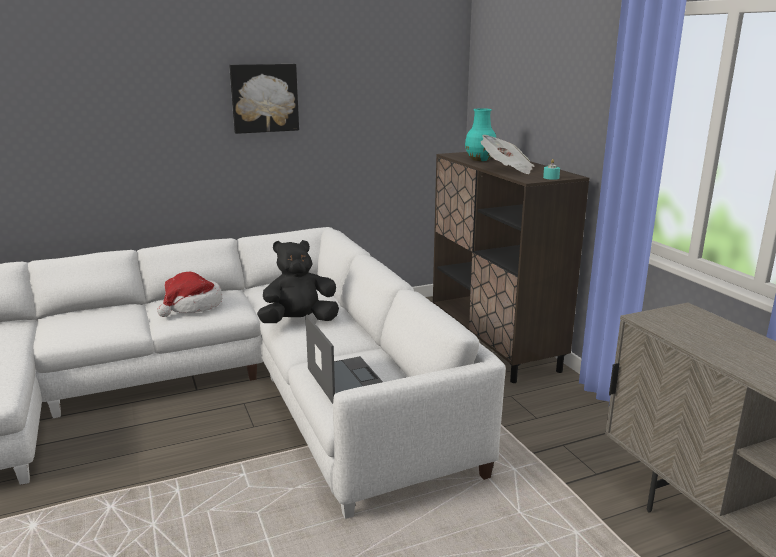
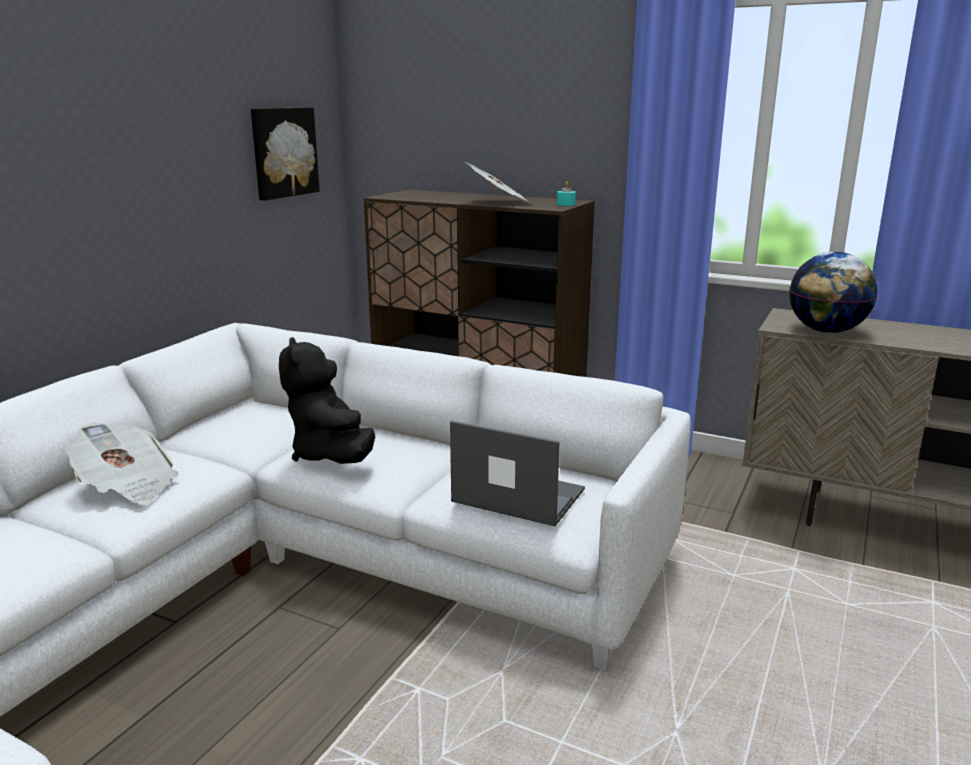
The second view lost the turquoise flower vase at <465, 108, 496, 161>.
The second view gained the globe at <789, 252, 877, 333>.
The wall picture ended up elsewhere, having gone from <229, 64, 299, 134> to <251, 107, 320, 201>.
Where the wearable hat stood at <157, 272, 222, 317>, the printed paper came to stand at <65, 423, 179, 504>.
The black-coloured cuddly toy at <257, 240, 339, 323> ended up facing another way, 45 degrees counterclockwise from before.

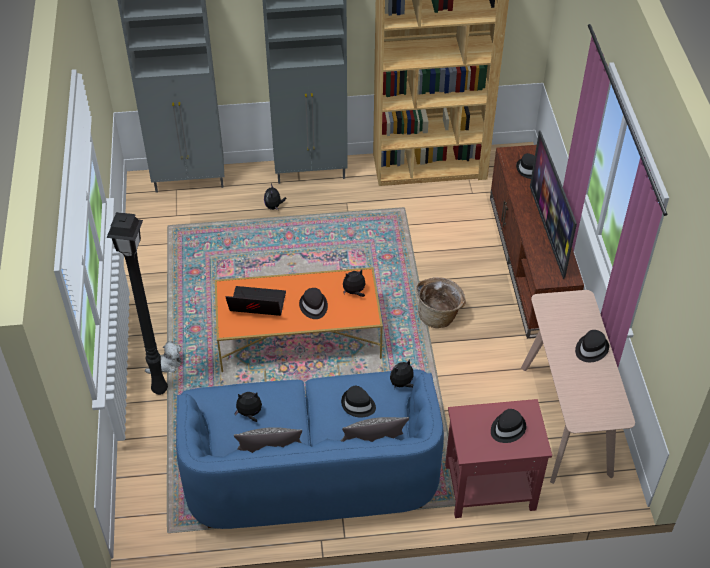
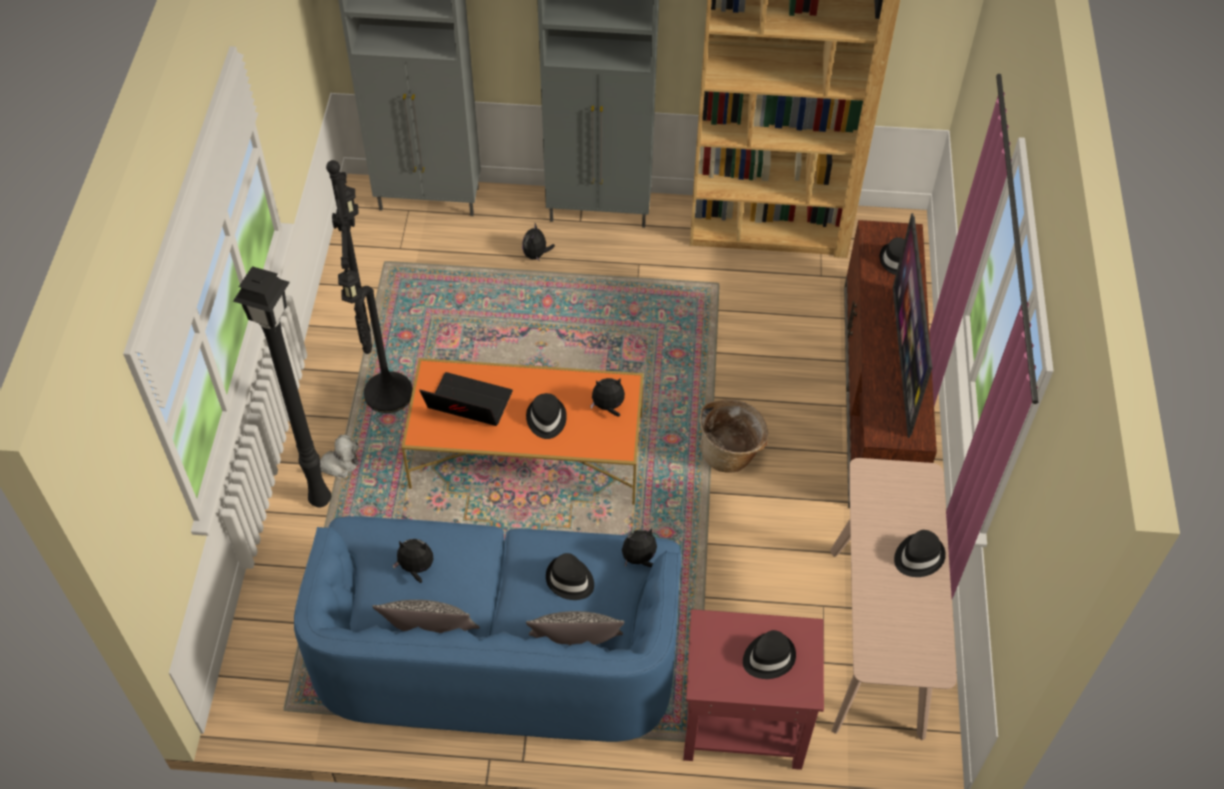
The second view gained the black-coloured standing lamp at <326, 160, 413, 413>.

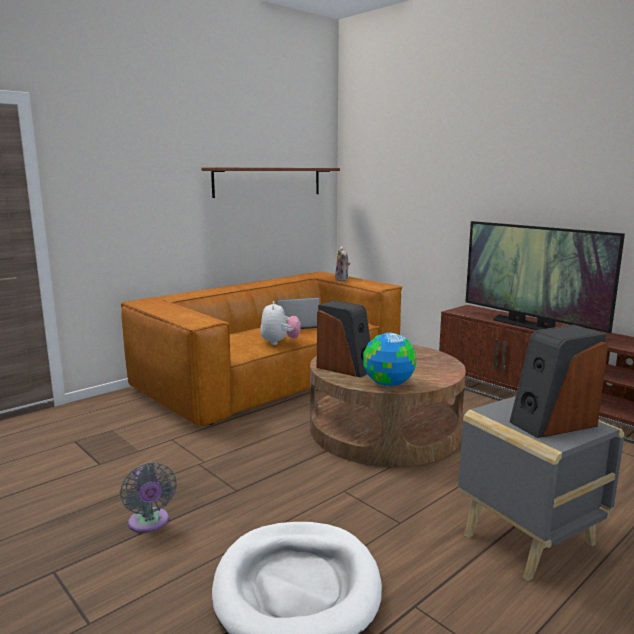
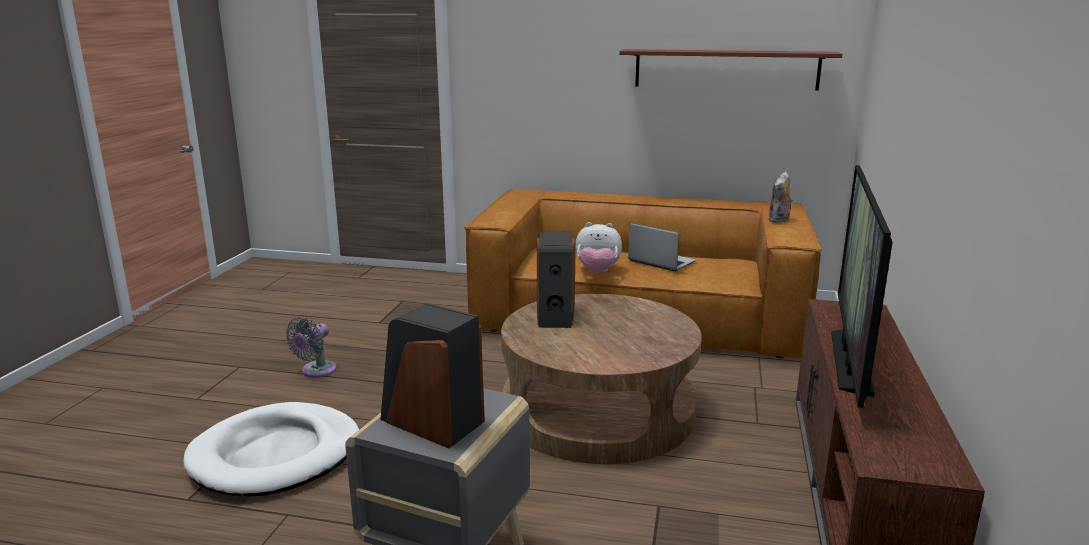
The second view lost the globe at <363, 333, 417, 386>.
The cuddly toy at <260, 301, 301, 345> ended up facing another way, 45 degrees clockwise from before.

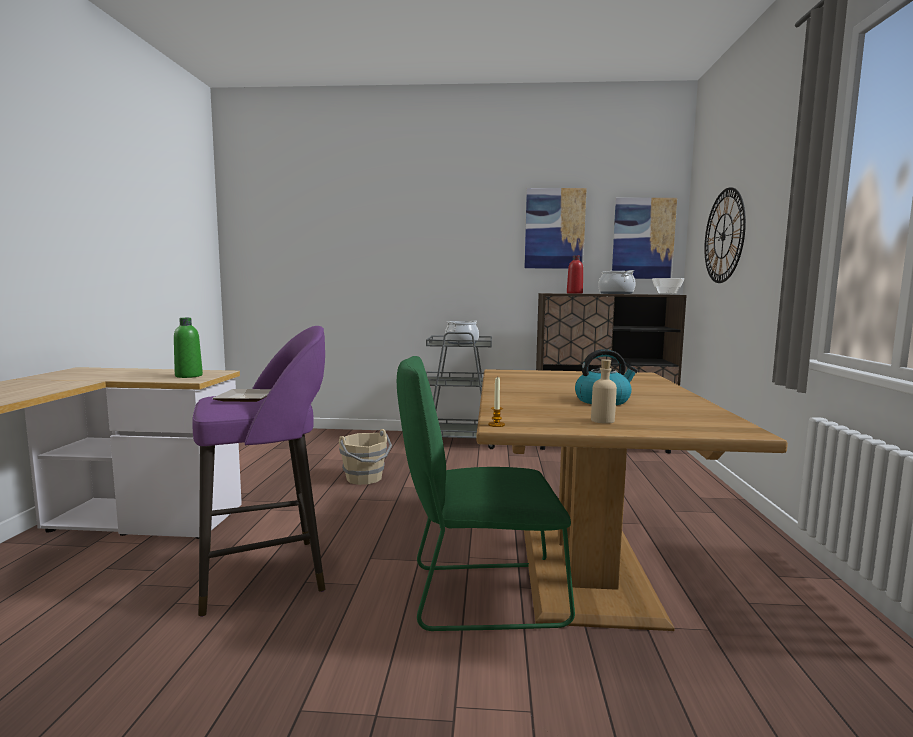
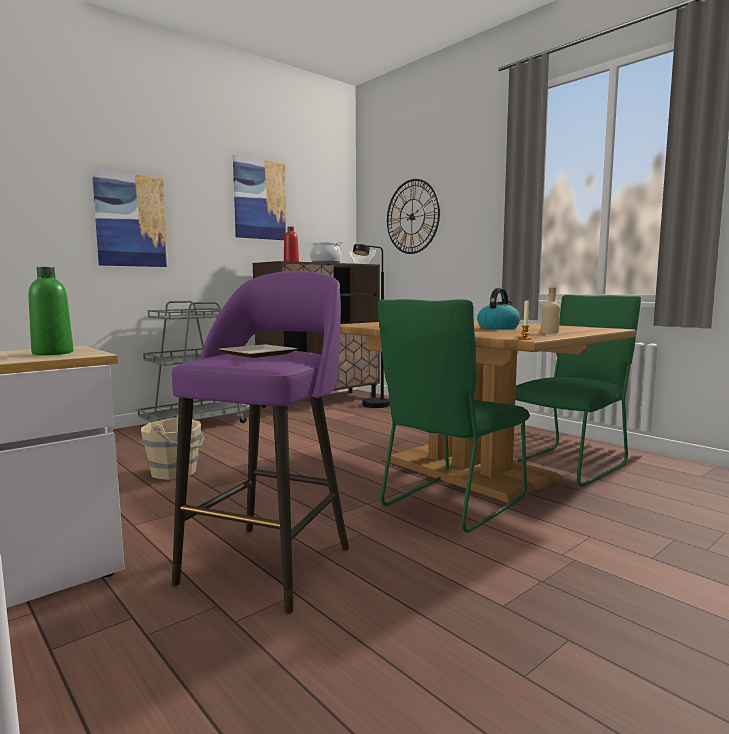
The second view lost the cooking pot at <445, 320, 479, 345>.
The second view gained the black-coloured standing lamp at <353, 244, 390, 408>.
The second view gained the greenish plain chair at <514, 294, 641, 487>.
The wall picture ended up elsewhere, having gone from <612, 198, 677, 279> to <92, 169, 168, 267>.

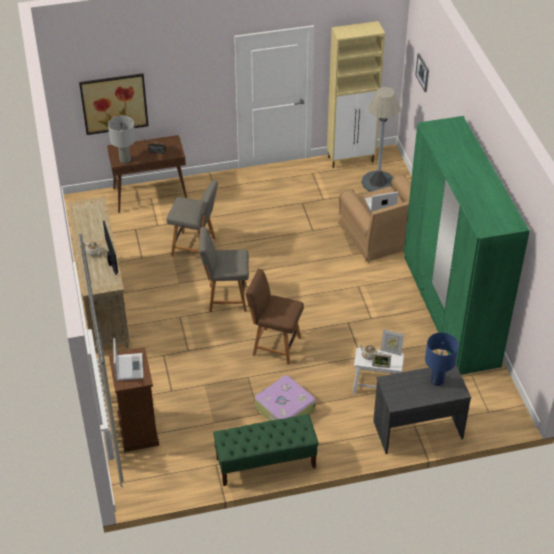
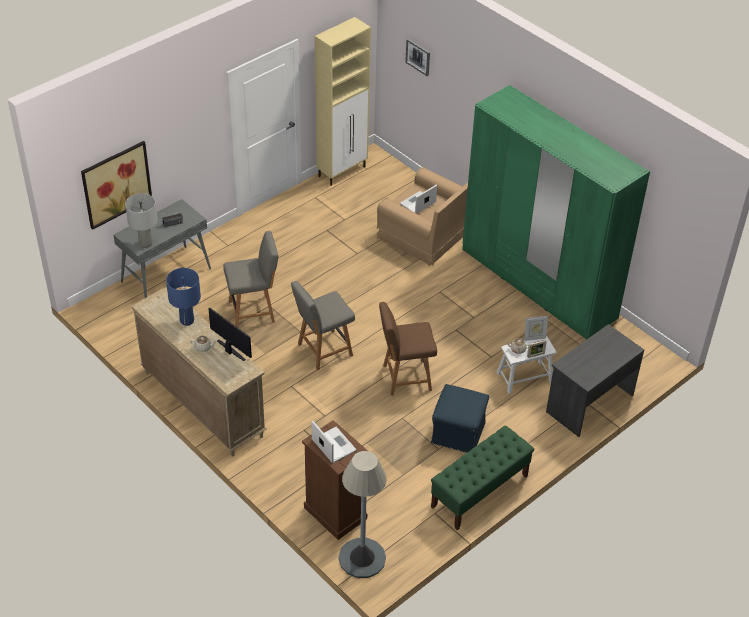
The grey standing lamp ended up elsewhere, having gone from <361, 87, 400, 192> to <339, 451, 387, 578>.
The bluish tabletop lamp ended up elsewhere, having gone from <425, 332, 459, 386> to <166, 268, 201, 326>.
Where the suitcase stood at <255, 375, 316, 421>, the bluish pouffe came to stand at <431, 384, 489, 453>.
What was the brown-coloured narrow table at <107, 135, 187, 213> turned into the grey narrow table at <114, 199, 211, 298>.

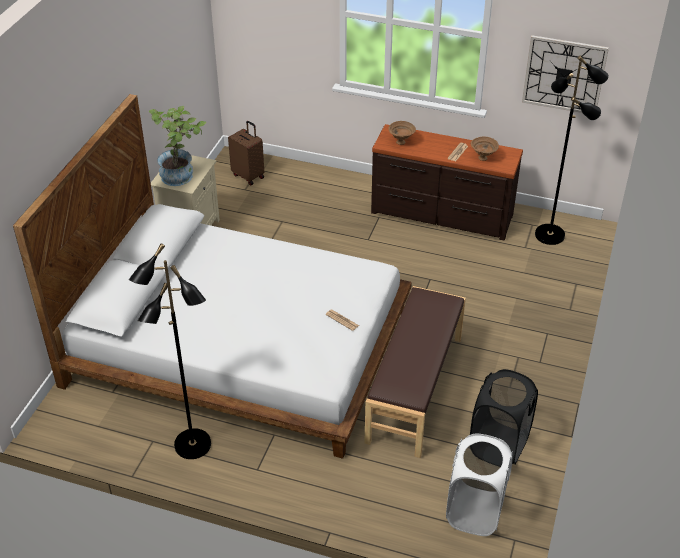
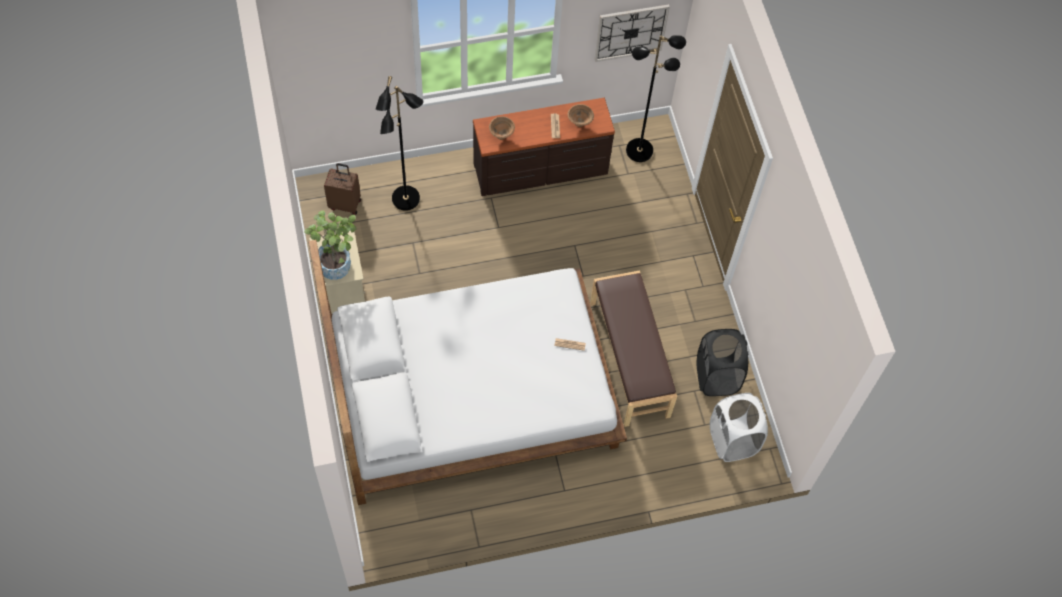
The black-coloured standing lamp ended up elsewhere, having gone from <129, 244, 211, 459> to <376, 76, 424, 211>.

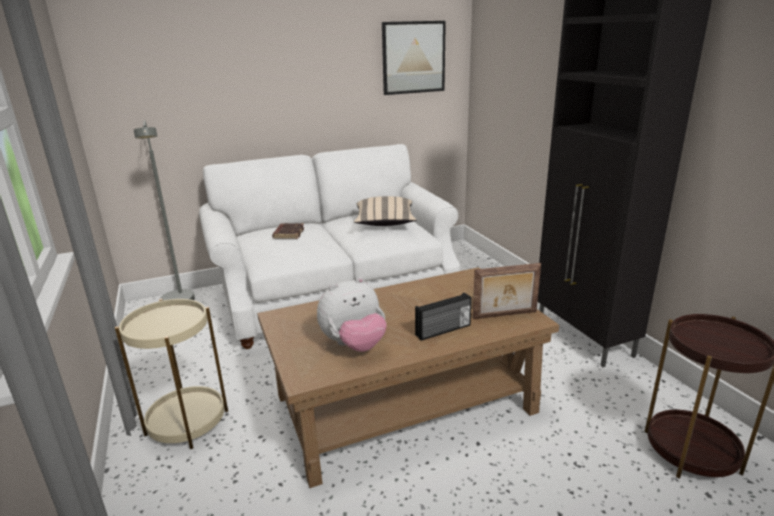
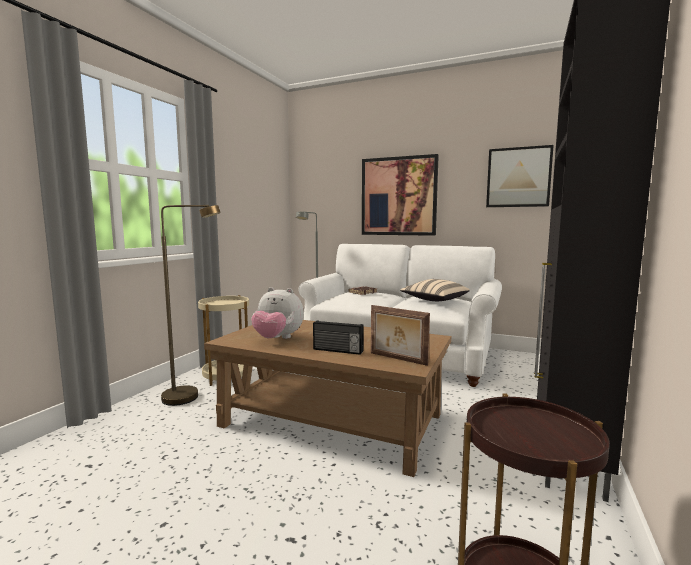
The second view gained the brown-coloured standing lamp at <161, 205, 221, 406>.
The second view gained the wall picture at <362, 154, 439, 236>.

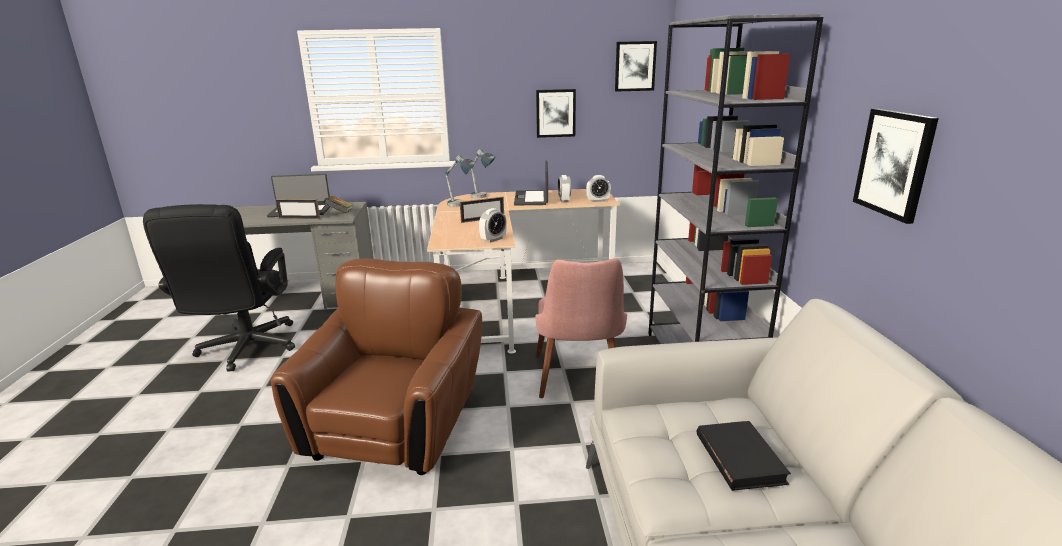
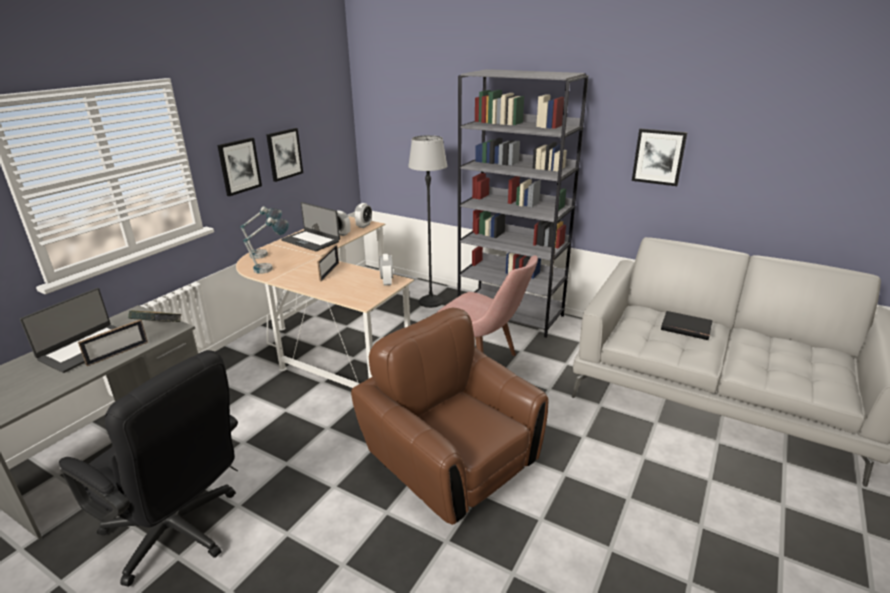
The second view gained the standing lamp at <408, 135, 447, 308>.
The wall picture ended up elsewhere, having gone from <615, 41, 657, 92> to <217, 138, 262, 196>.

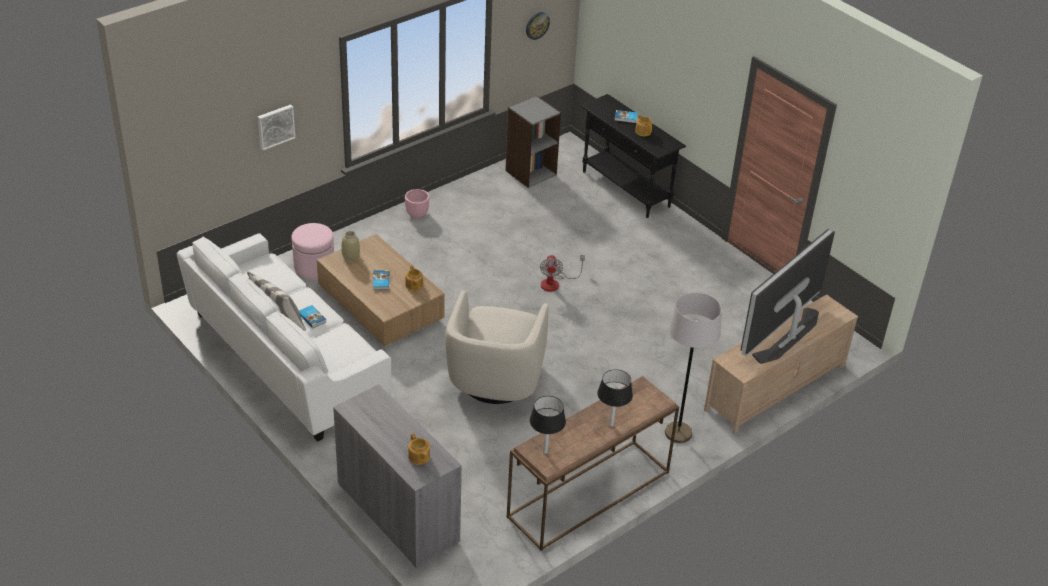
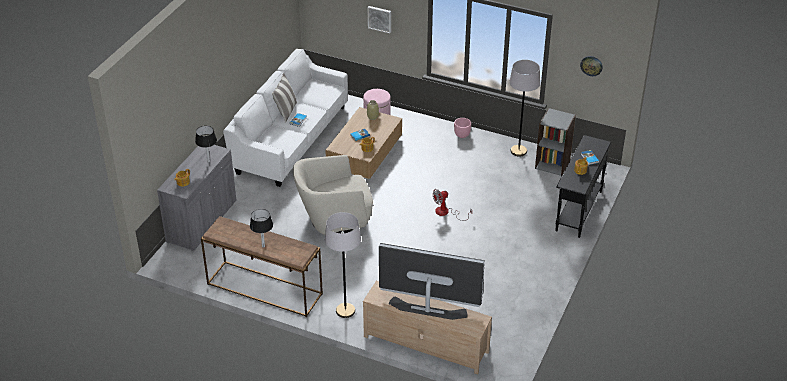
The second view gained the grey standing lamp at <509, 60, 540, 156>.
The black-coloured tabletop lamp ended up elsewhere, having gone from <530, 396, 566, 454> to <195, 126, 217, 163>.

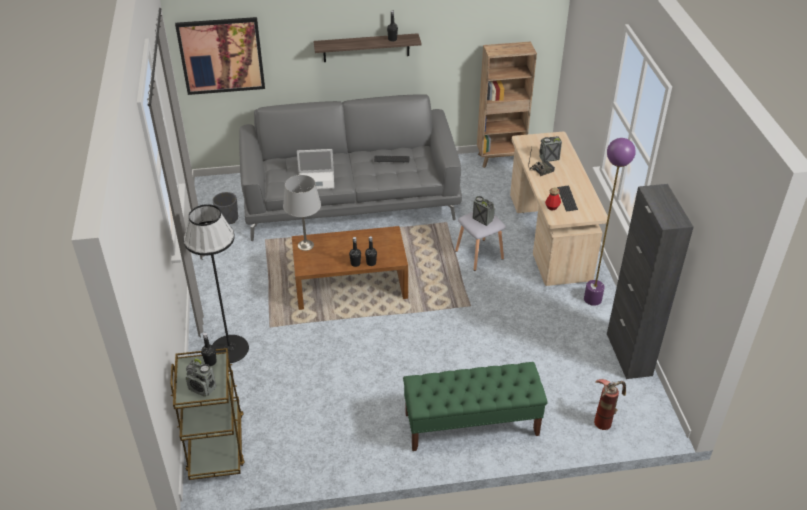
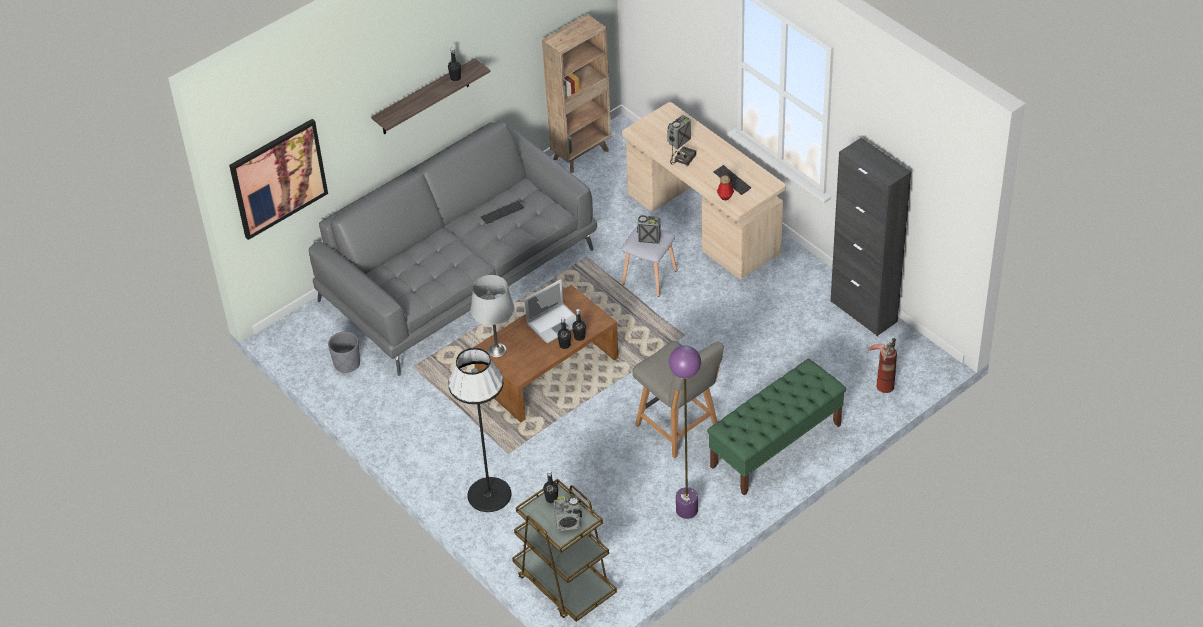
The second view gained the grey plain chair at <633, 341, 724, 458>.
The portable computer ended up elsewhere, having gone from <297, 149, 334, 190> to <524, 279, 576, 344>.
The purplish standing lamp ended up elsewhere, having gone from <584, 138, 636, 306> to <669, 345, 701, 519>.

